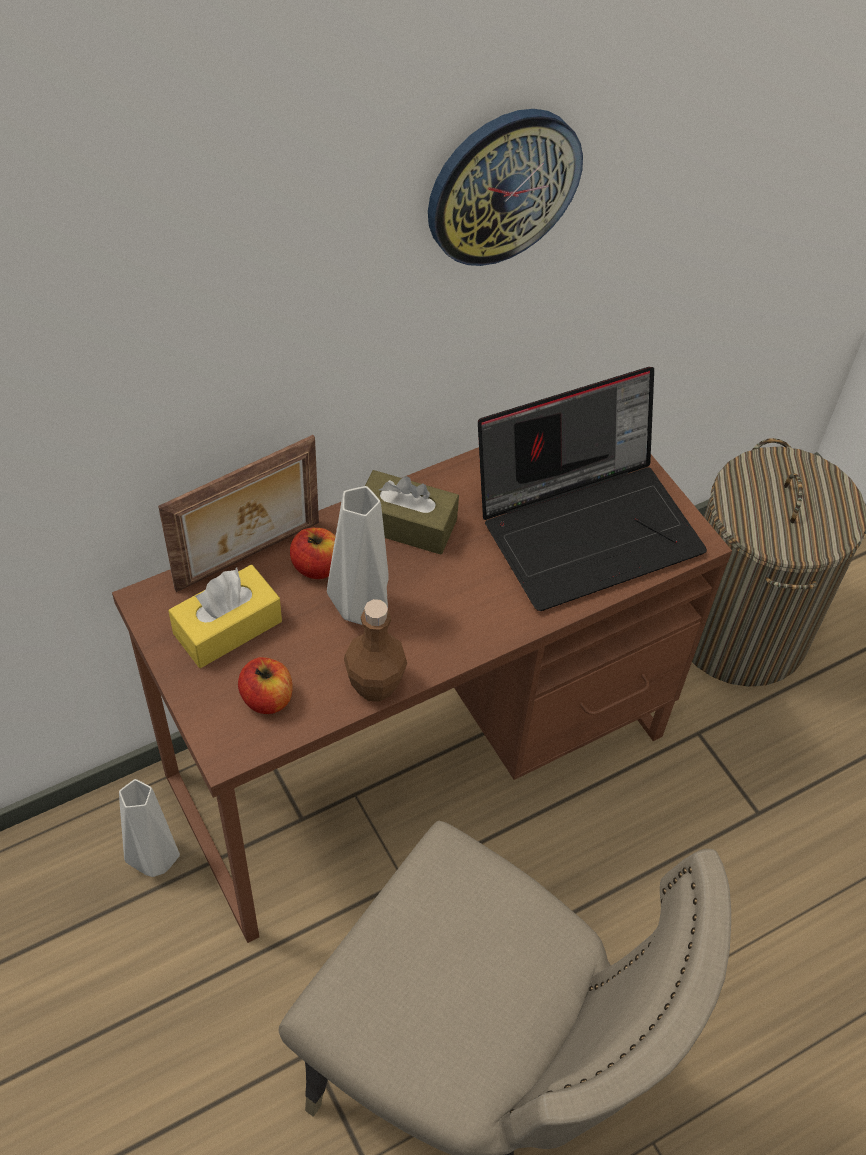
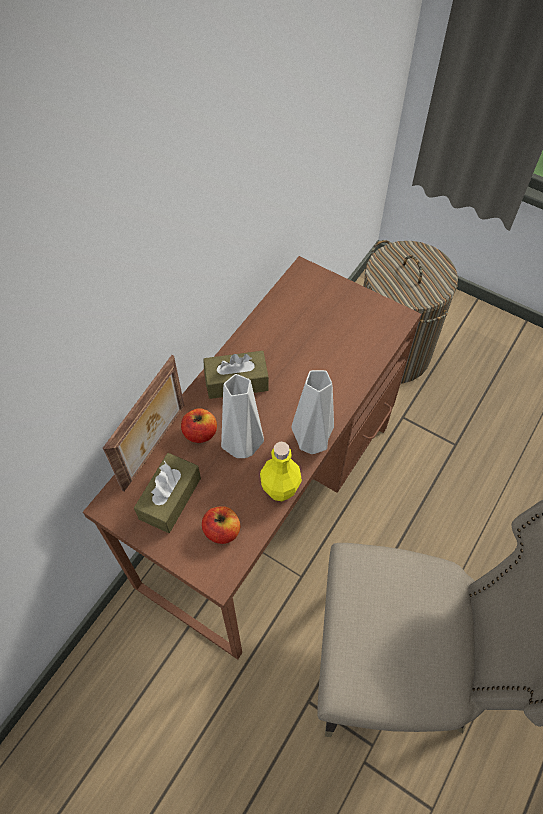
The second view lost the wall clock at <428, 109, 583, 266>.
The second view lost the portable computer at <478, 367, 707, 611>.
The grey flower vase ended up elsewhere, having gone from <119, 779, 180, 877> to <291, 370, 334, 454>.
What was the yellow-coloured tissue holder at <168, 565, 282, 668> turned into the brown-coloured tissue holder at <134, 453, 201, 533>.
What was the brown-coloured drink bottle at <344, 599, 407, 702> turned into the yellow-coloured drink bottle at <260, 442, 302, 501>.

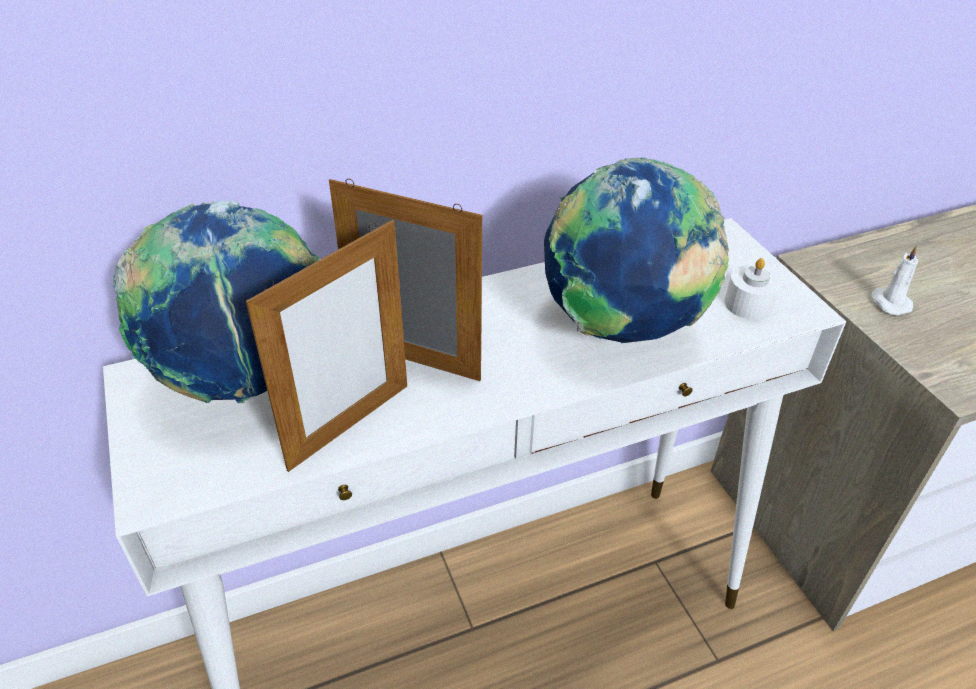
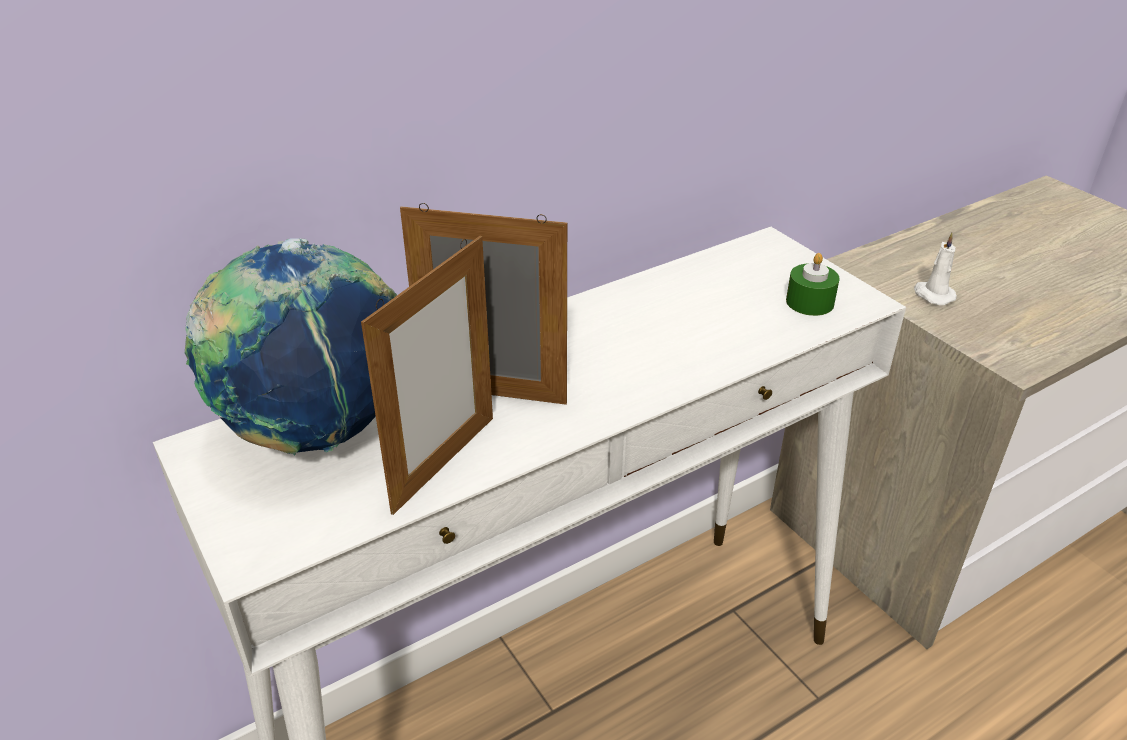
The second view lost the globe at <544, 157, 729, 343>.
What was the white wax candle at <724, 258, 780, 320> turned into the greenish wax candle at <786, 253, 840, 316>.

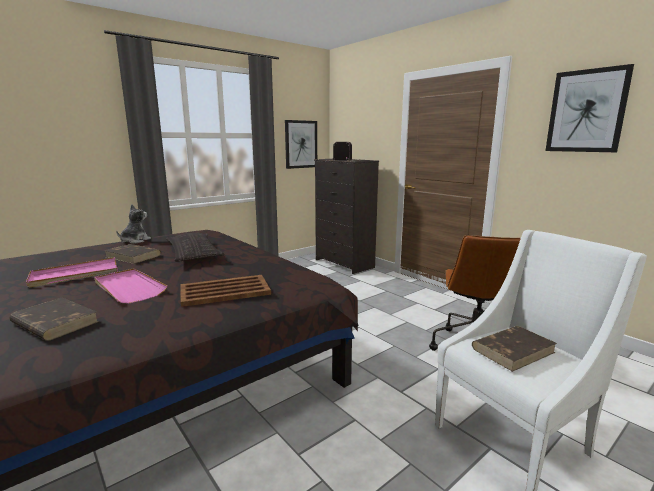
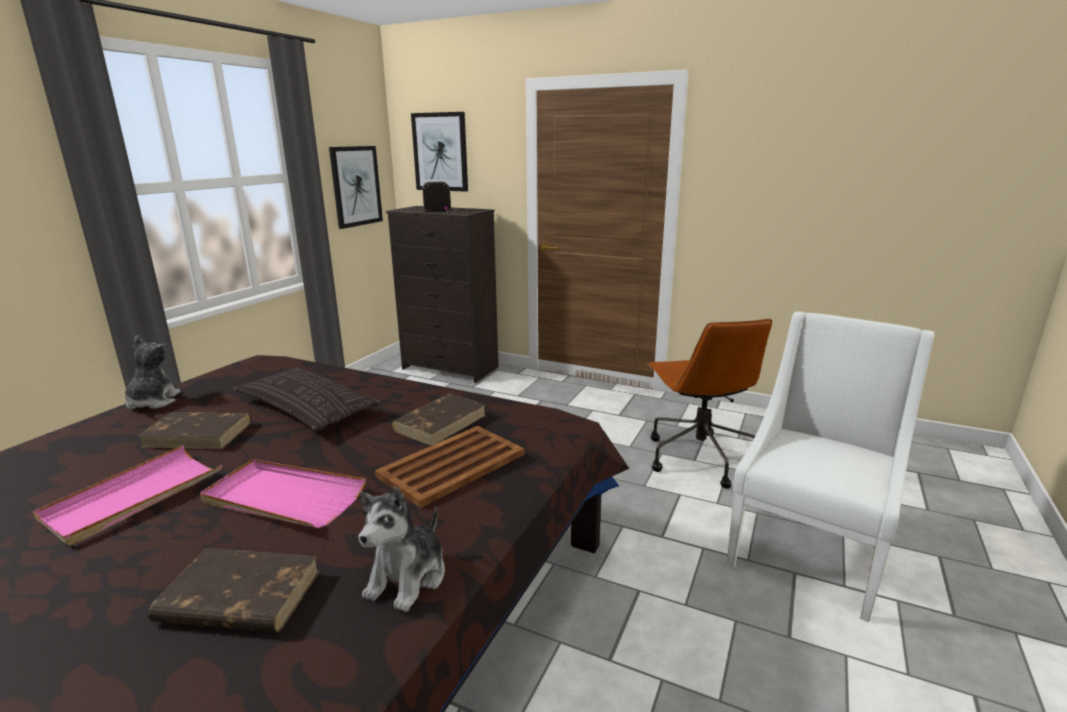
The second view gained the cuddly toy at <359, 487, 445, 612>.
The brown-coloured volume ended up elsewhere, having gone from <472, 326, 557, 372> to <391, 394, 486, 446>.
The wall picture ended up elsewhere, having gone from <545, 64, 634, 152> to <411, 112, 468, 192>.

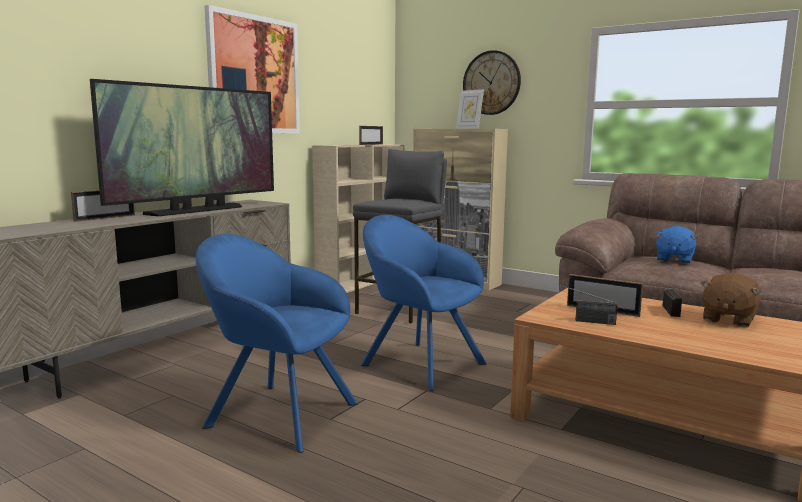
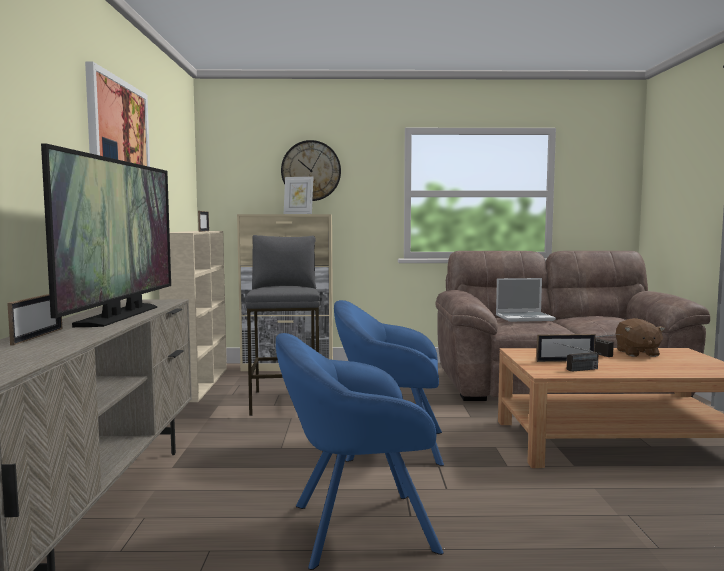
Where the bluish cuddly toy stood at <655, 226, 698, 264>, the portable computer came to stand at <496, 278, 556, 322>.

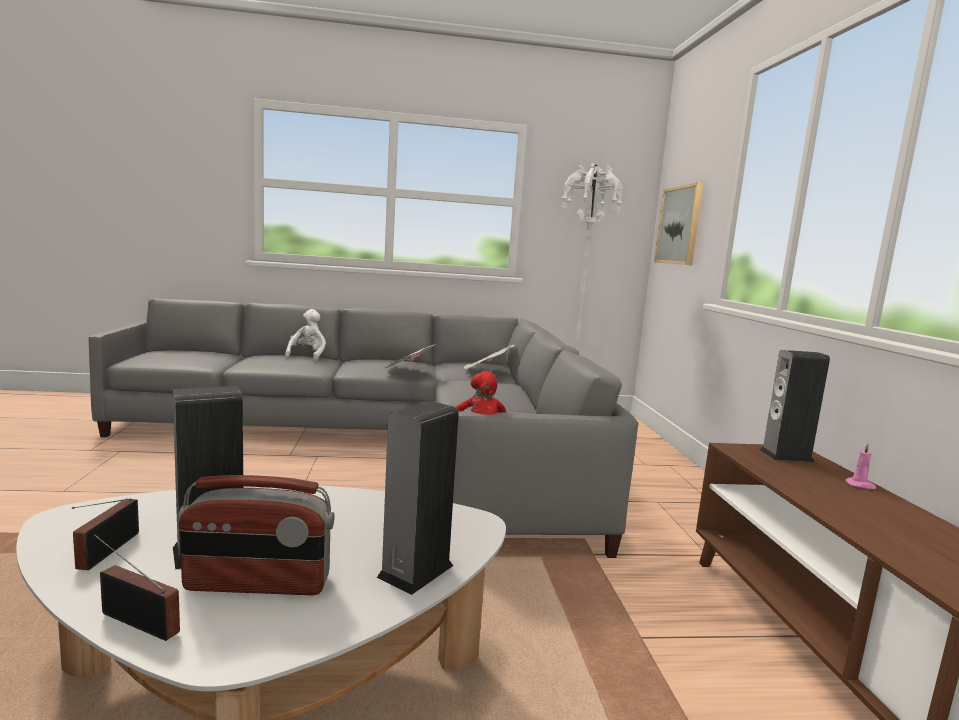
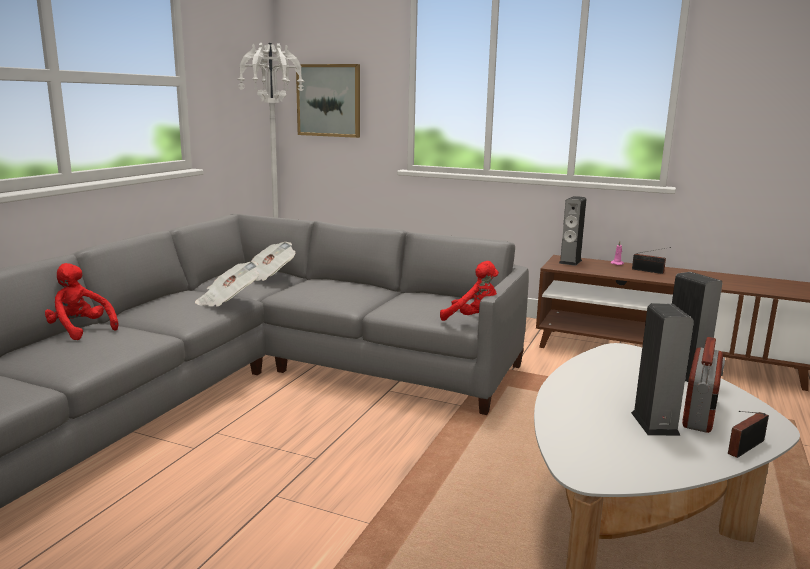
The radio receiver ended up elsewhere, having gone from <72, 498, 139, 570> to <632, 247, 671, 274>.
What was the white cuddly toy at <285, 309, 326, 361> turned into the red-coloured cuddly toy at <45, 263, 118, 340>.

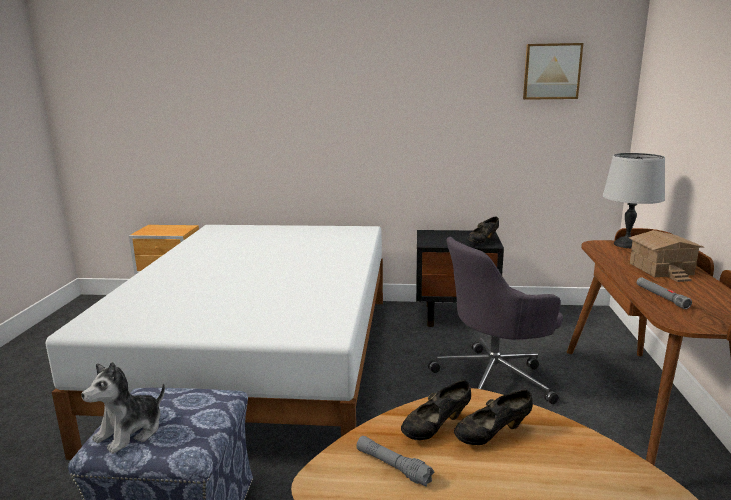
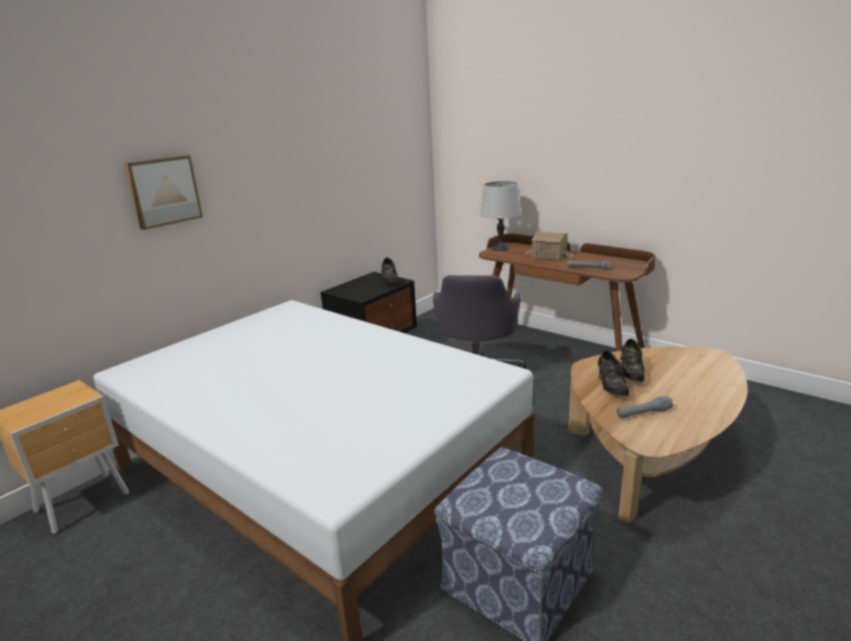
The second view lost the cuddly toy at <81, 362, 165, 454>.
The wall picture ended up elsewhere, having gone from <523, 43, 583, 100> to <124, 155, 203, 230>.

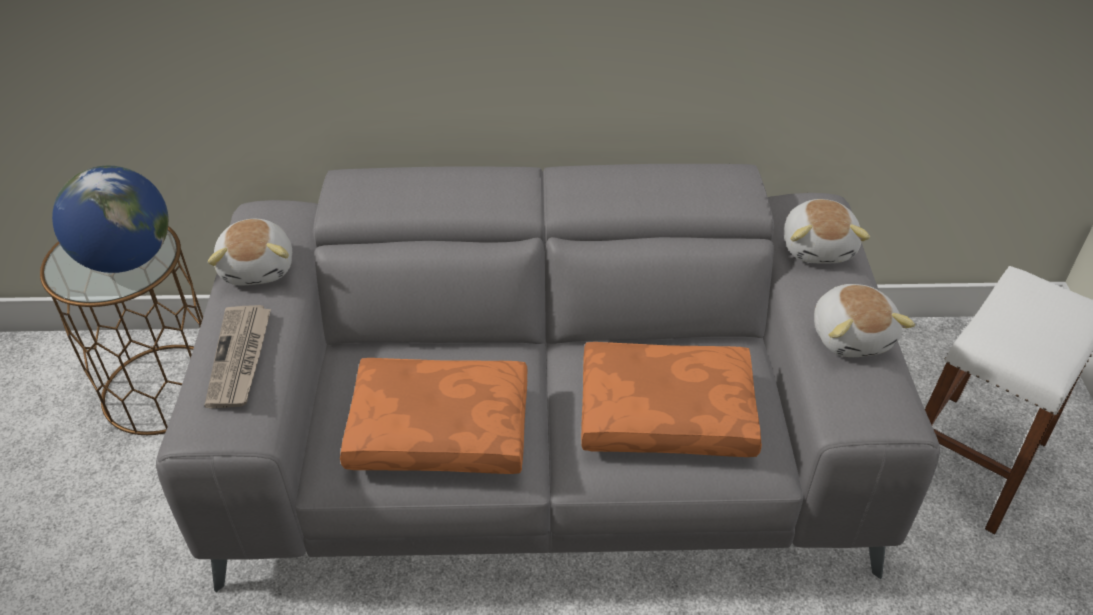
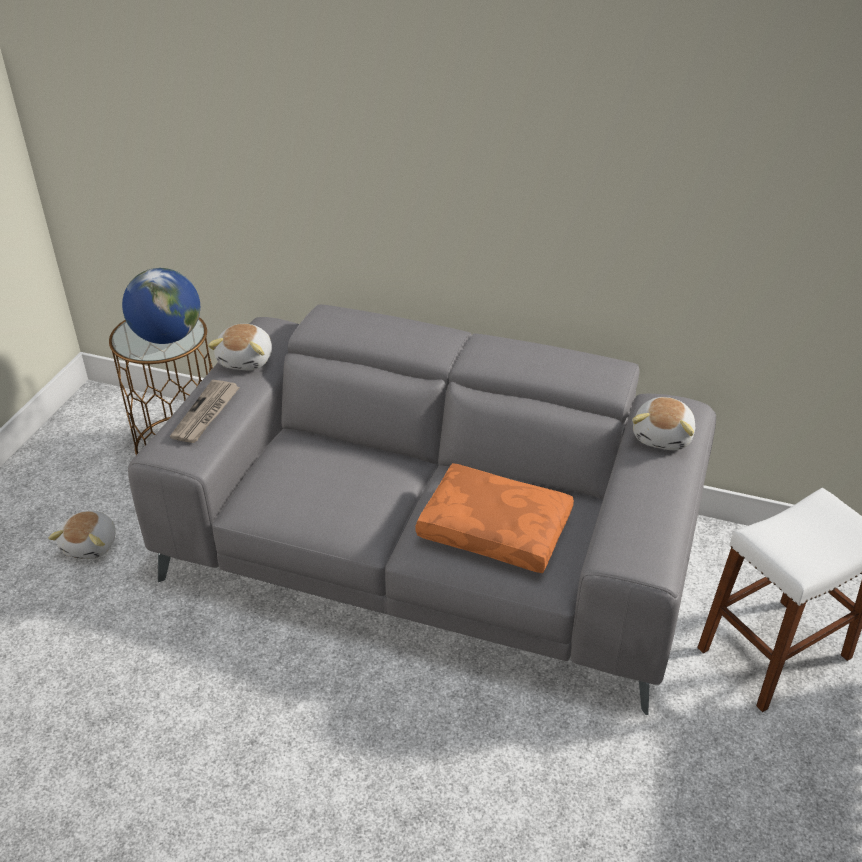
The second view lost the orange-coloured pillow at <340, 358, 527, 474>.
The cuddly toy ended up elsewhere, having gone from <814, 284, 915, 357> to <48, 511, 116, 559>.

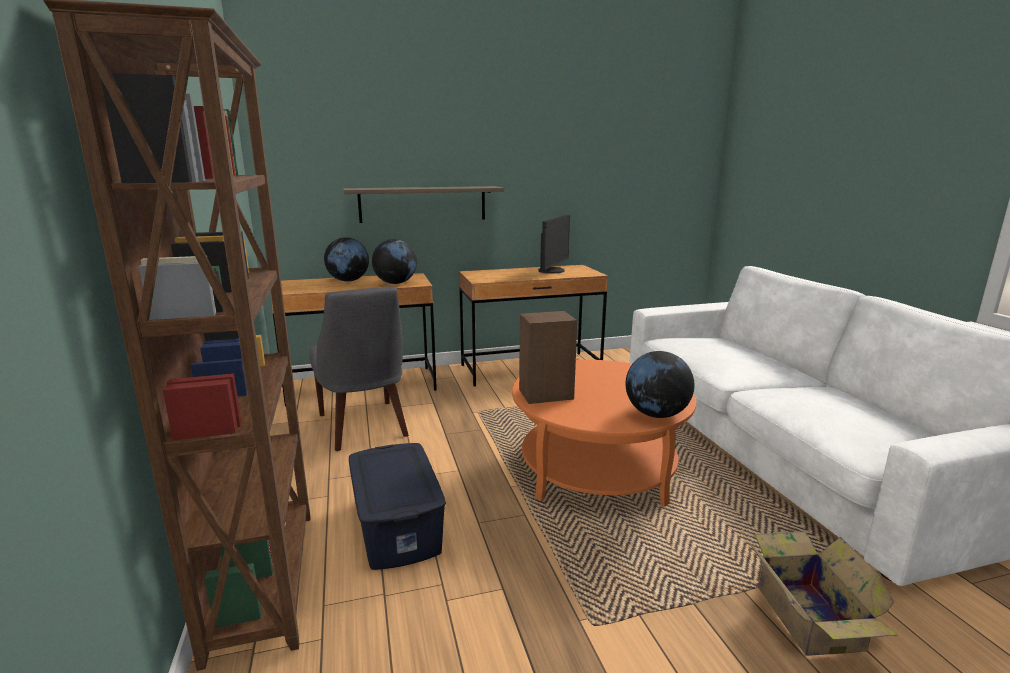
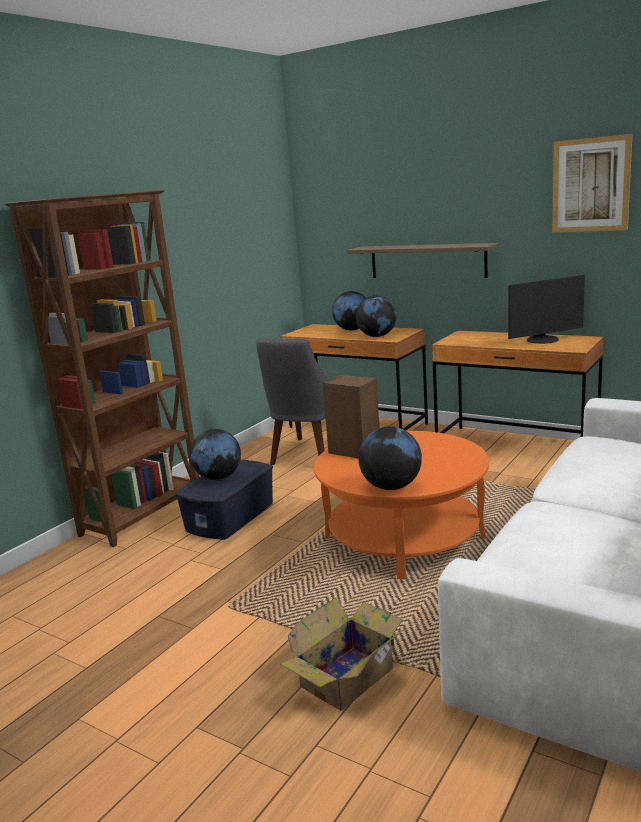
The second view gained the globe at <190, 429, 241, 480>.
The second view gained the wall picture at <552, 134, 633, 233>.

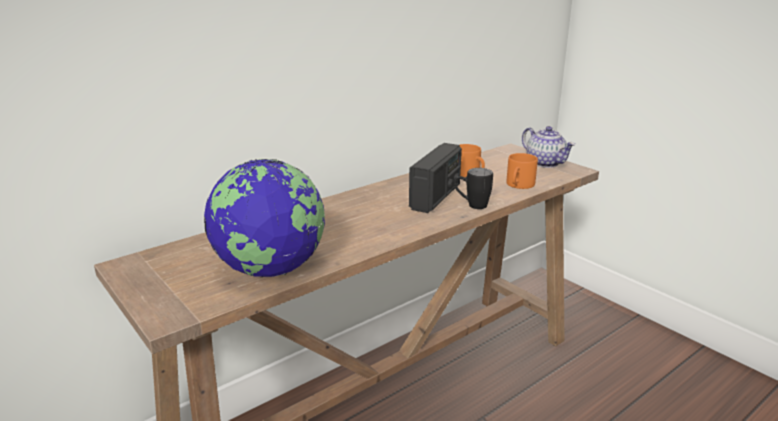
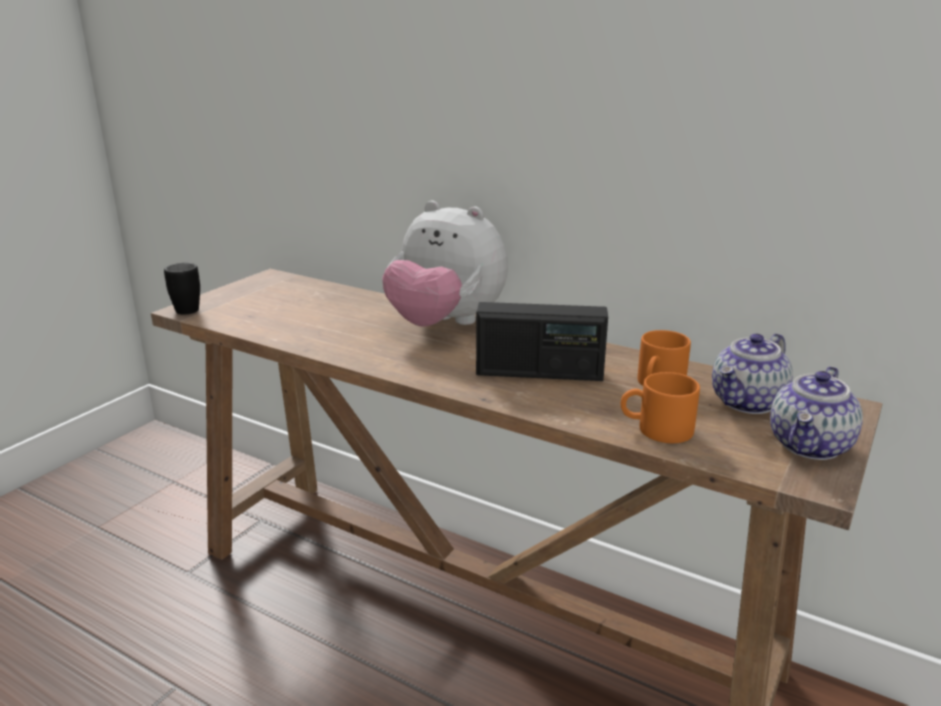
The second view lost the globe at <204, 159, 325, 277>.
The second view gained the cuddly toy at <382, 201, 508, 327>.
The second view gained the pot for tea at <712, 333, 793, 414>.
The black-coloured coffee mug ended up elsewhere, having gone from <454, 168, 493, 209> to <164, 263, 200, 315>.

